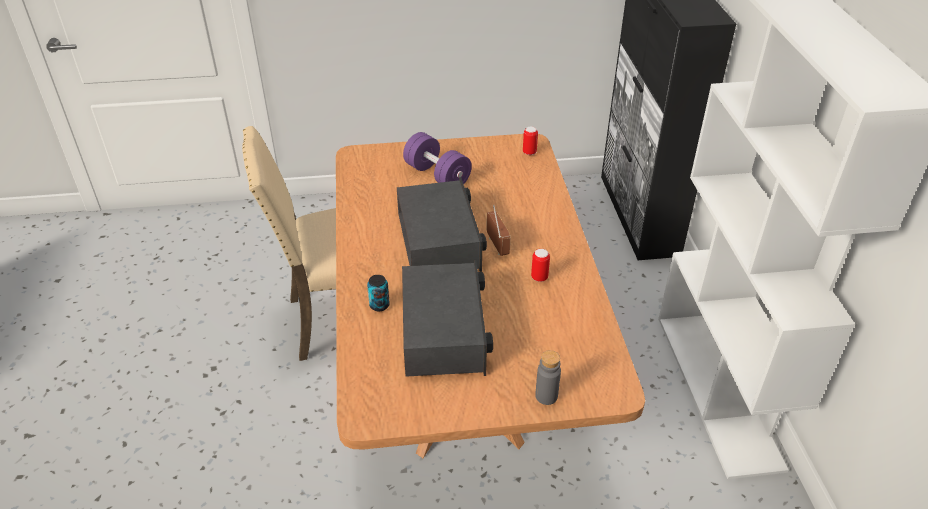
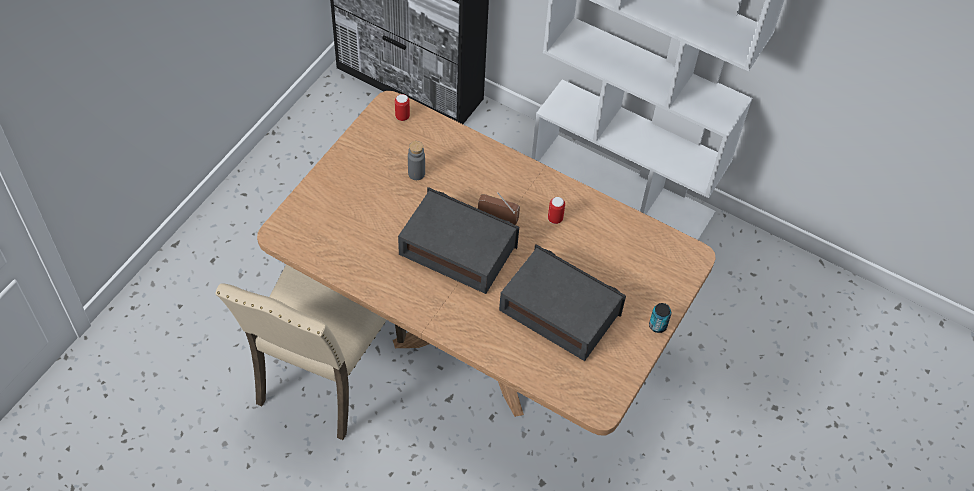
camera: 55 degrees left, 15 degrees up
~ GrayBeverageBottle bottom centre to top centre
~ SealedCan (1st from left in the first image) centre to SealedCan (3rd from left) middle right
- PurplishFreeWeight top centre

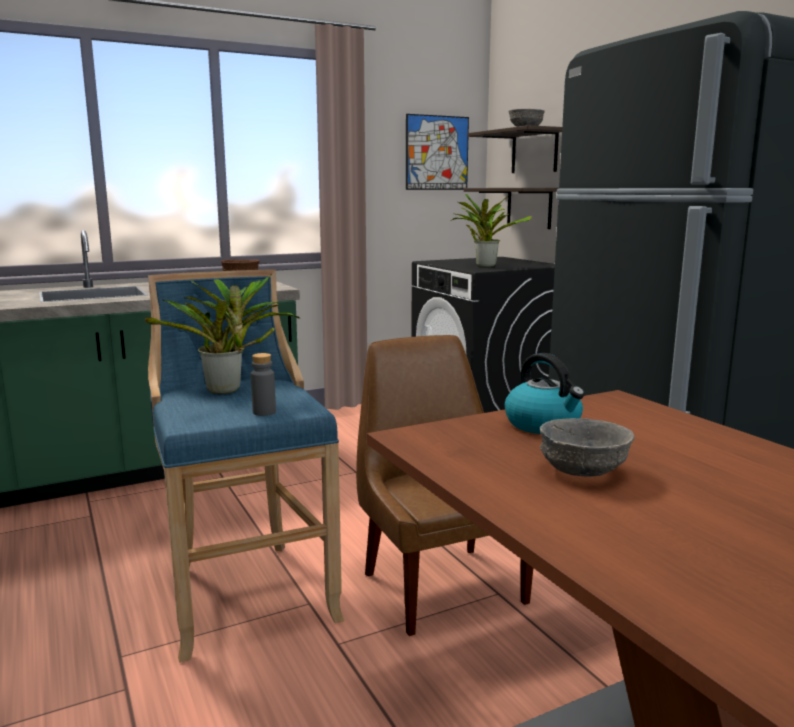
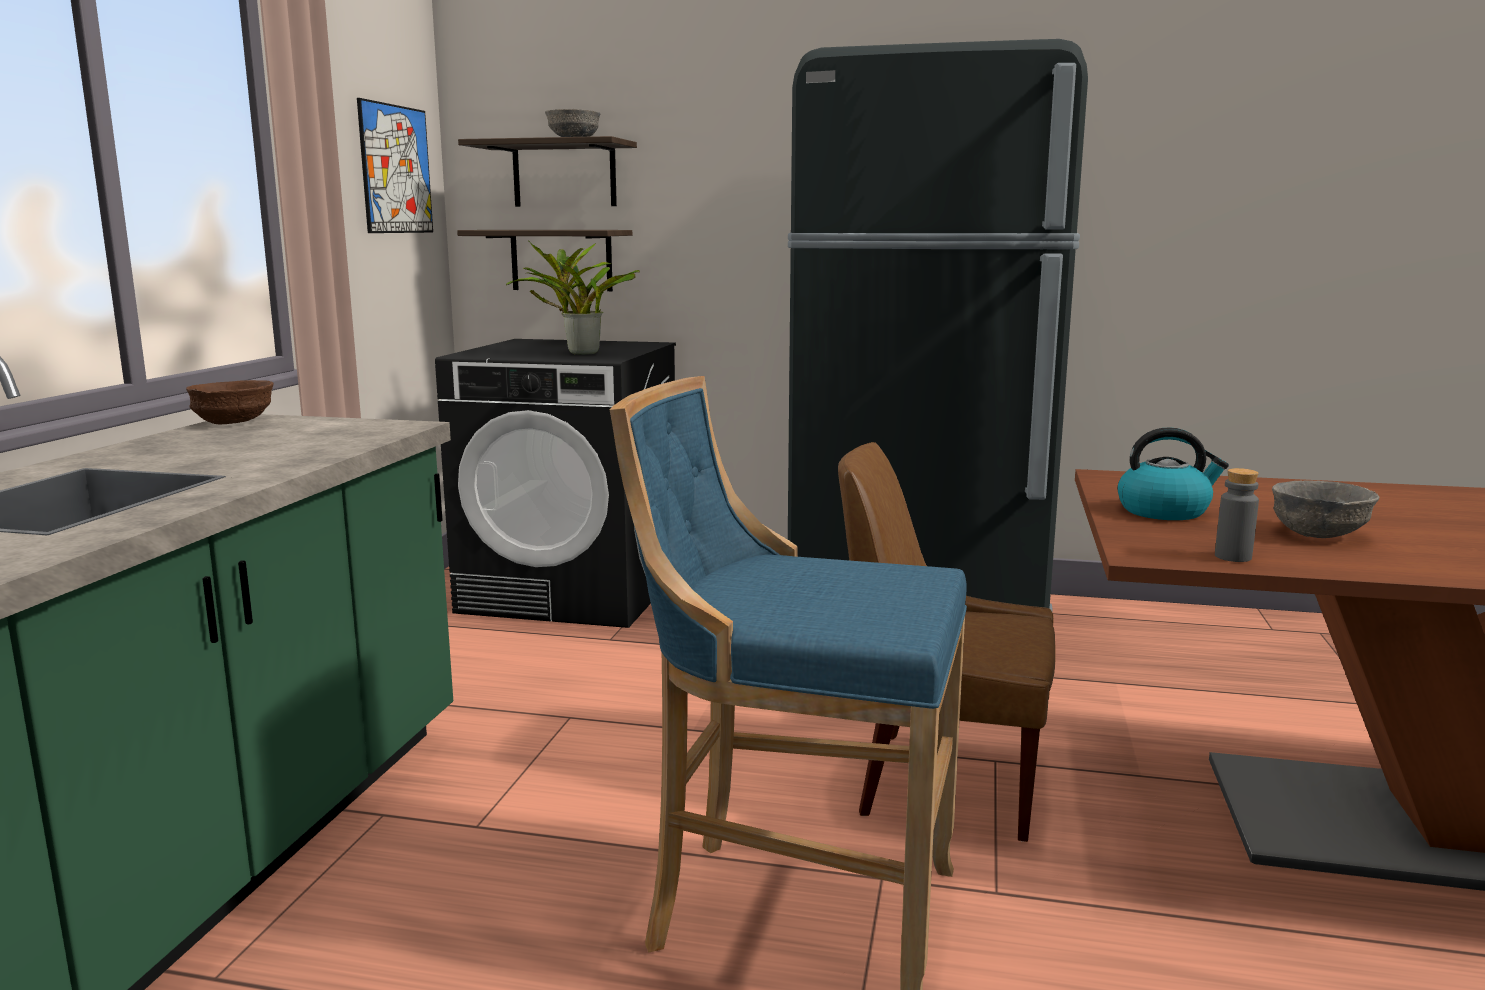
camera: 50 degrees left, 0 degrees up
~ GrayBeverageBottle middle left to middle right
- PottedPlant (1st from left) middle left

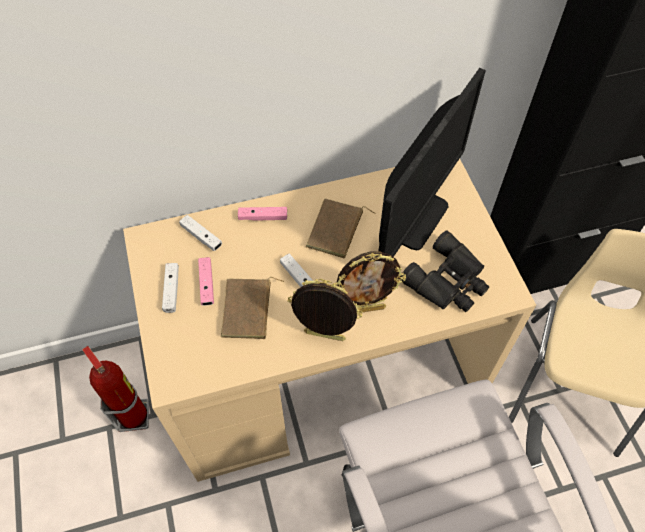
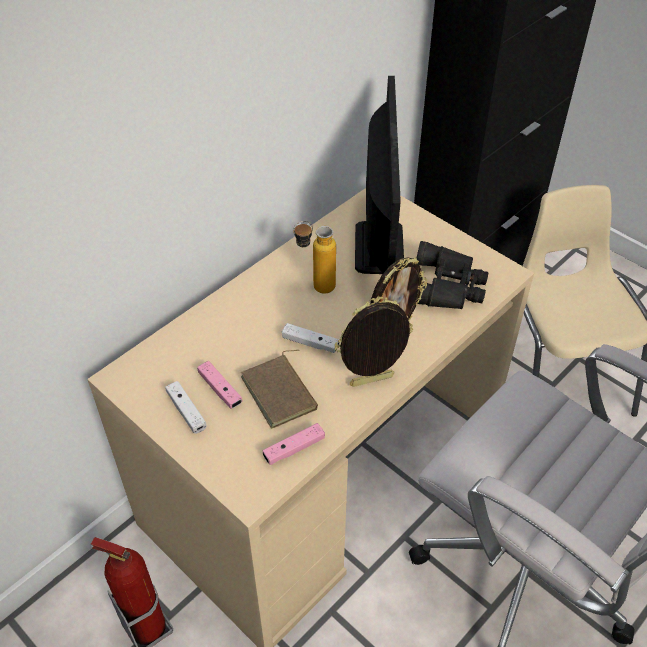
camera: 30 degrees left, 10 degrees down
~ PinkJoypad (2nd from left) centre to bottom centre
~ BrownishVolume (2nd from left) centre to BeverageBottle centre
- WhitishJoypad (2nd from left) middle left

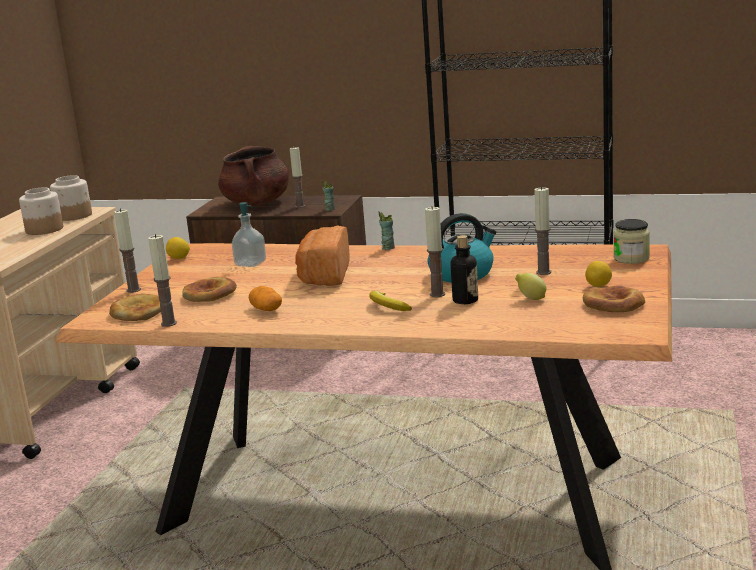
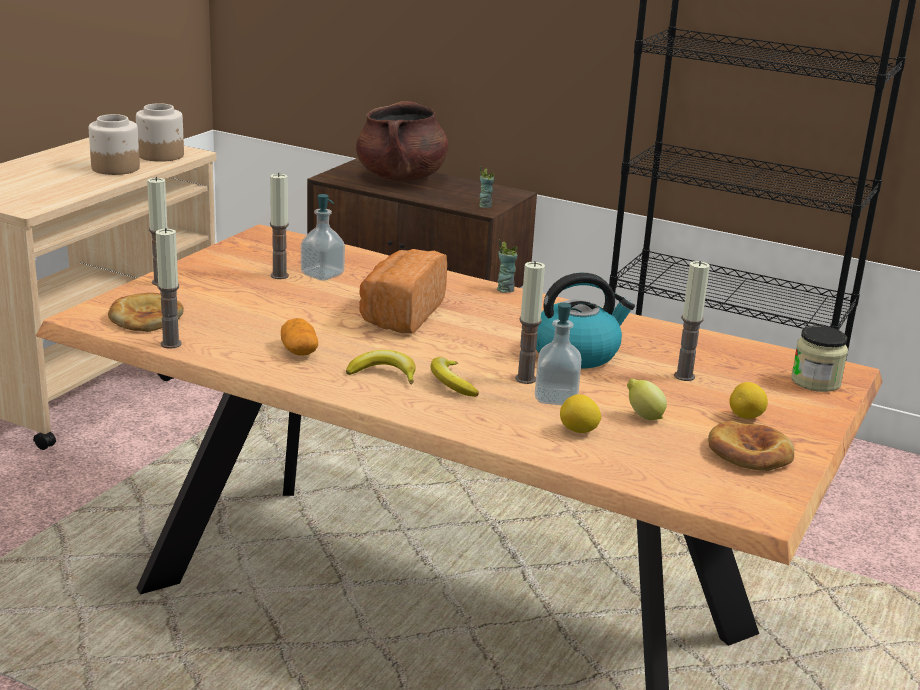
camera: 10 degrees right, 5 degrees up
~ WaxCandle (3rd from left) top centre to top left
+ BananaFruit (1st from left) centre
~ BeverageBottle centre to LiquidSoapBottle (2nd from left) centre
~ Lemon (1st from left) middle left to centre
- BakedBread (2nd from left) middle left

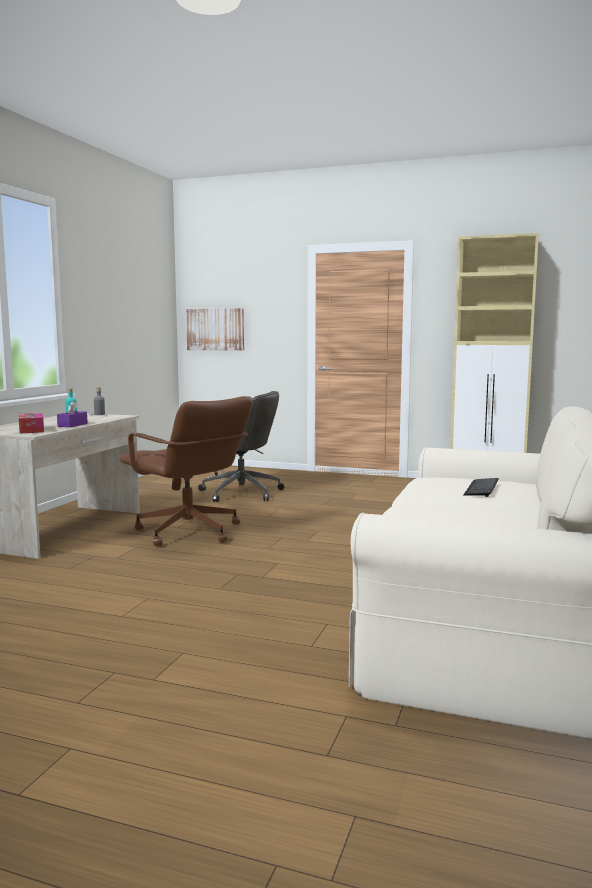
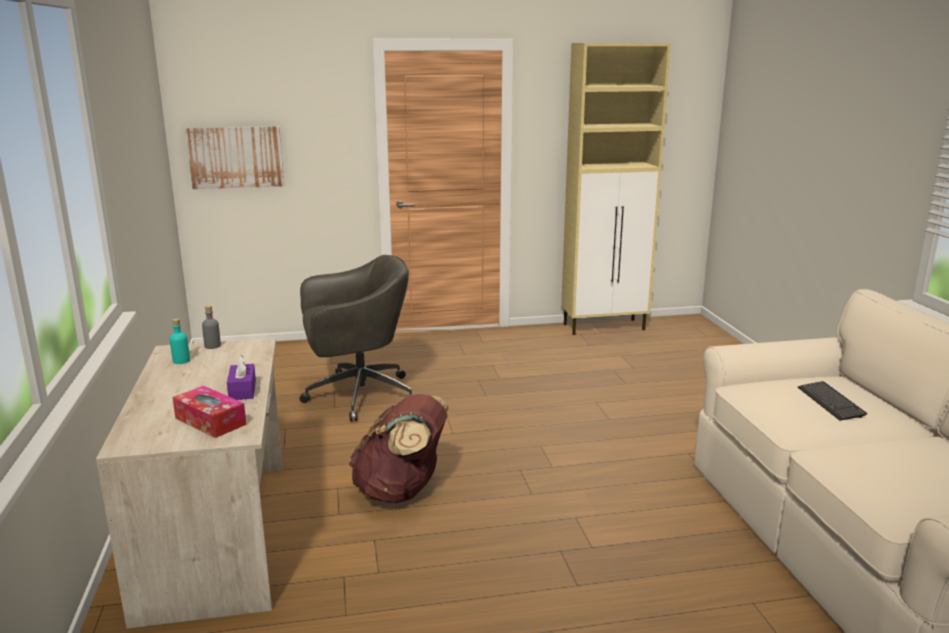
camera: 30 degrees left, 10 degrees up
~ BrownishOfficeChair middle left to BrownishBackpack bottom centre

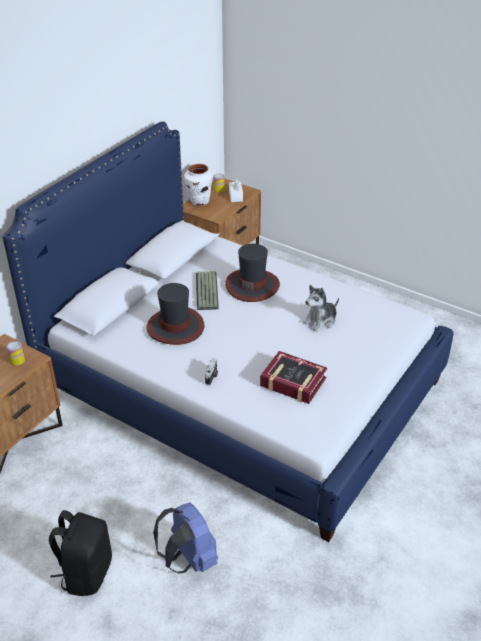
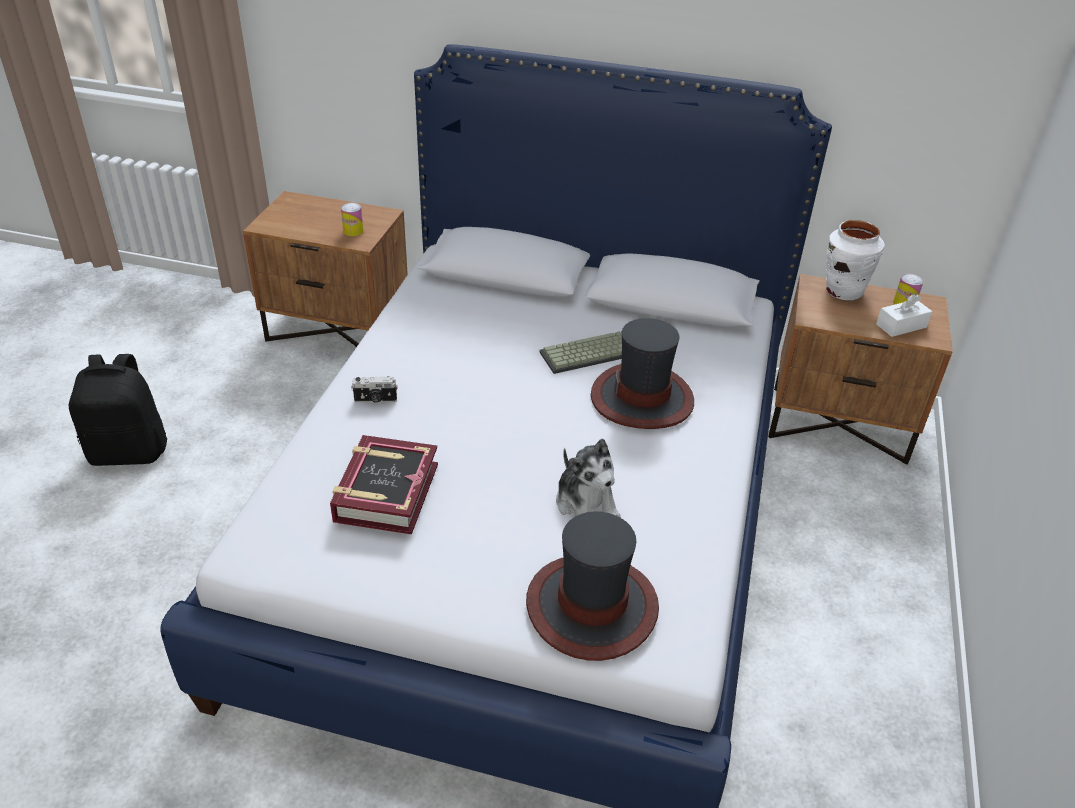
camera: 70 degrees right, 0 degrees up
~ ClothingHat (1st from left) centre to bottom centre
~ CuddlyToy middle right = centre 150 degrees counterclockwise
- BluishBackpack bottom centre

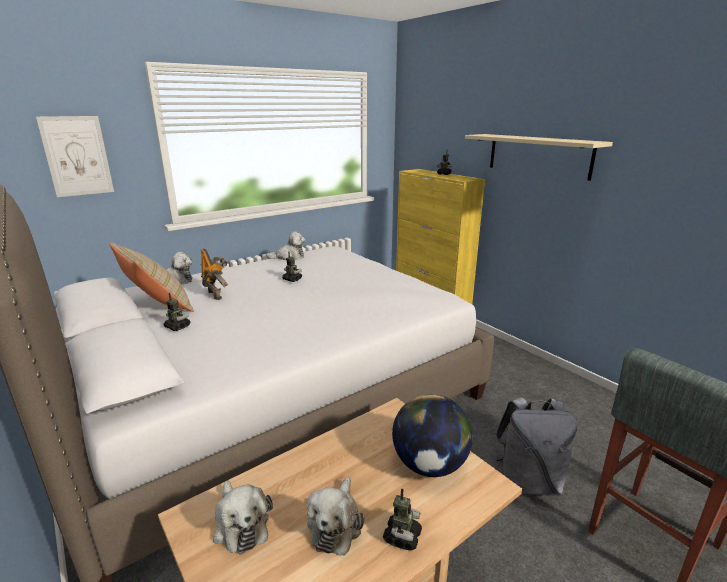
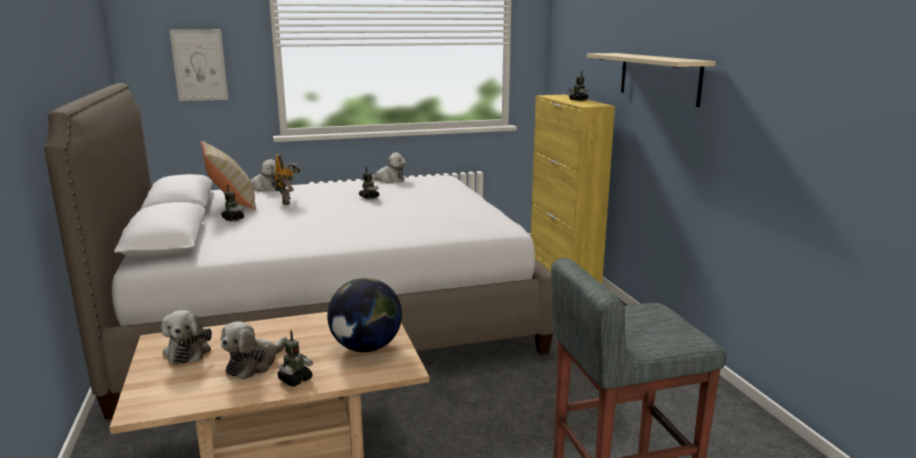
camera: 20 degrees right, 5 degrees down
- GrayBackpack bottom right

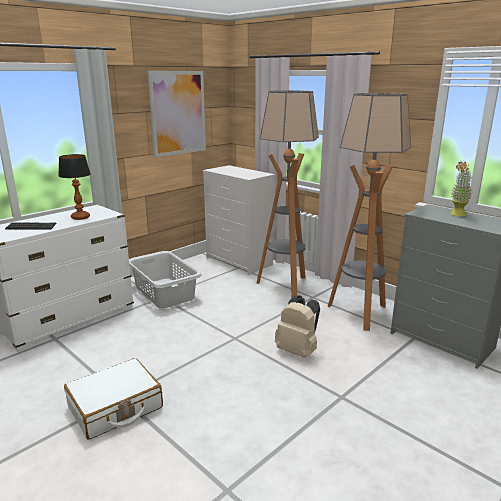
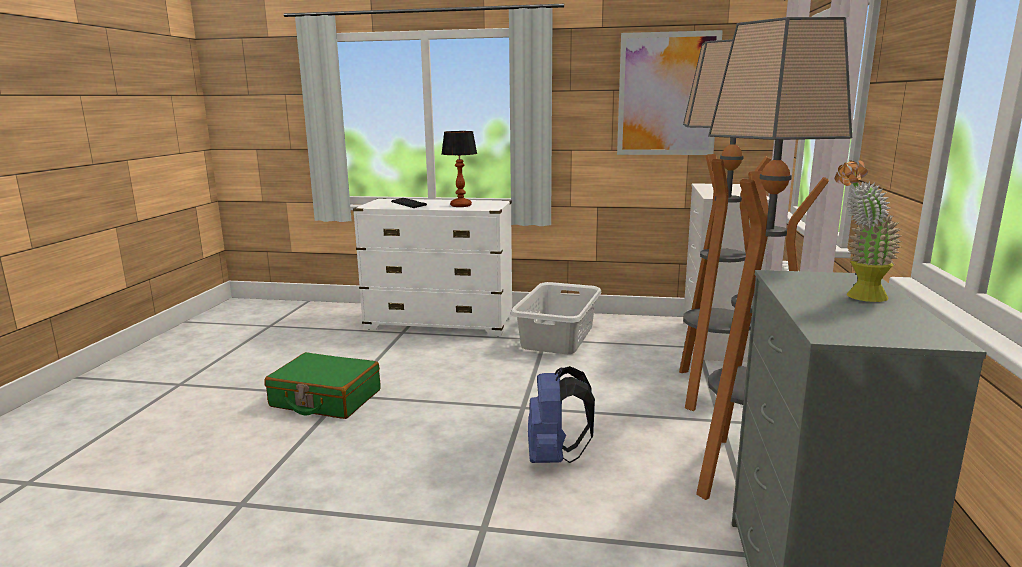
camera: 55 degrees right, 5 degrees down
~ WhitishSuitcase bottom left to GreenishSuitcase bottom left
~ SandColouredBackpack centre to BluishBackpack bottom centre

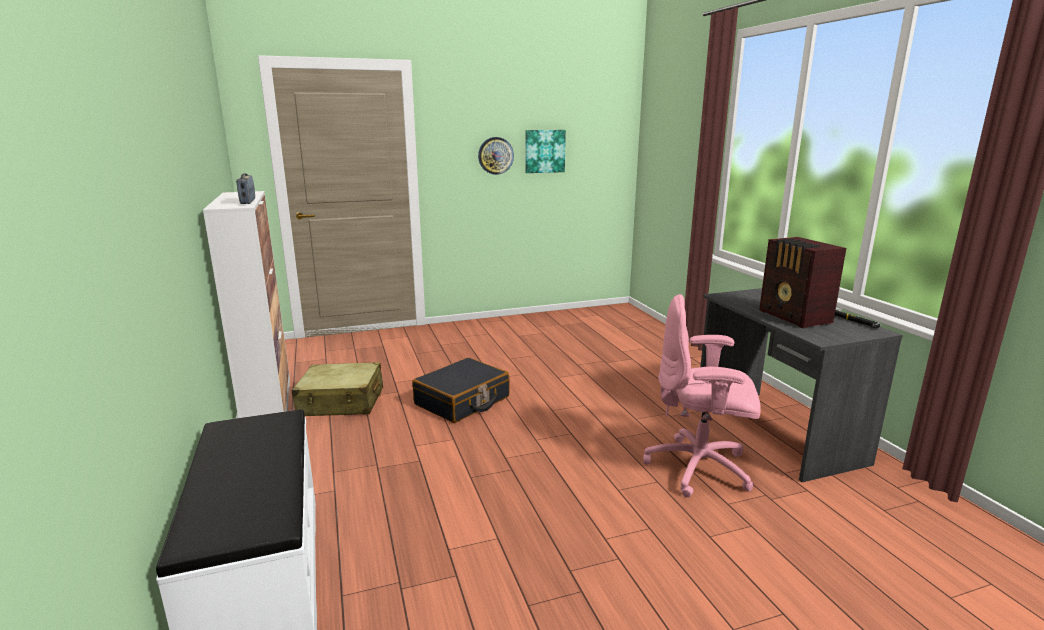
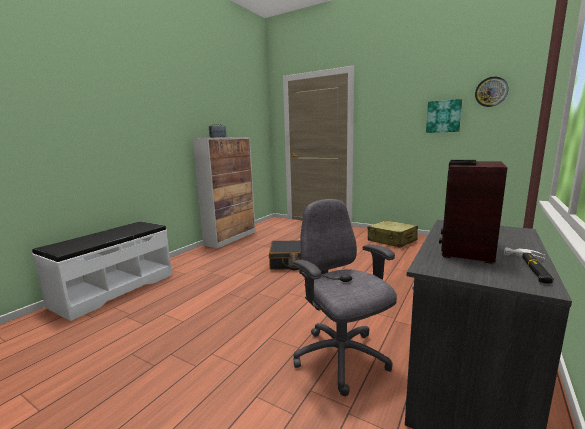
camera: 50 degrees right, 5 degrees down
~ PinkOfficeChair middle right to GrayOfficeChair bottom centre
~ SandColouredSuitcase middle left to middle right
~ ClockOnTheWall top centre to top right

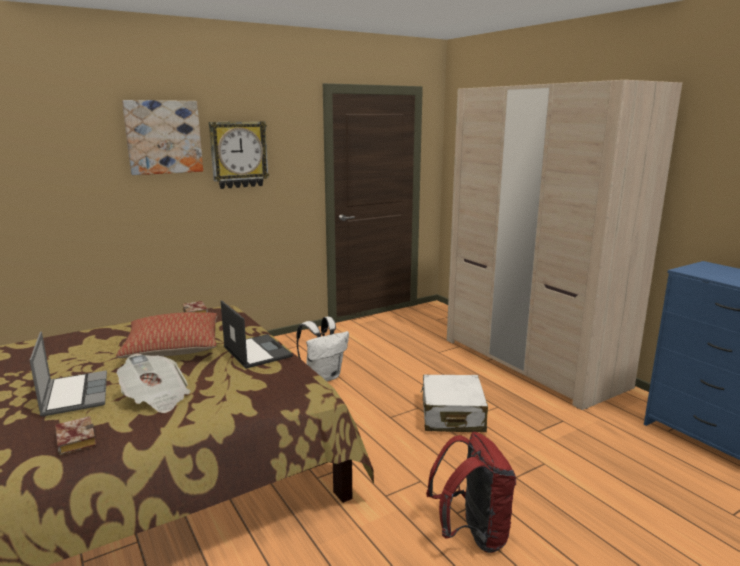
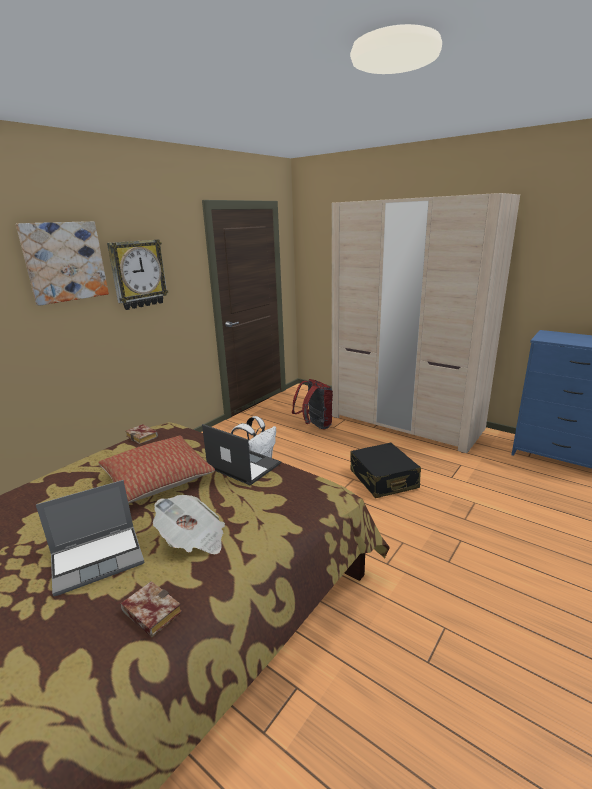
camera: 20 degrees left, 5 degrees up
~ NotebookComputer (1st from left) middle left = bottom left 105 degrees clockwise
~ RedColouredBackpack bottom centre to centre
~ WhitishSuitcase bottom centre to BlackishSuitcase centre

